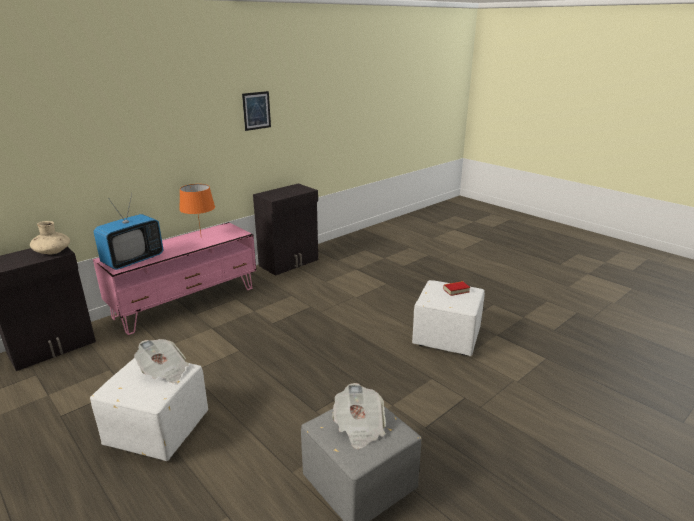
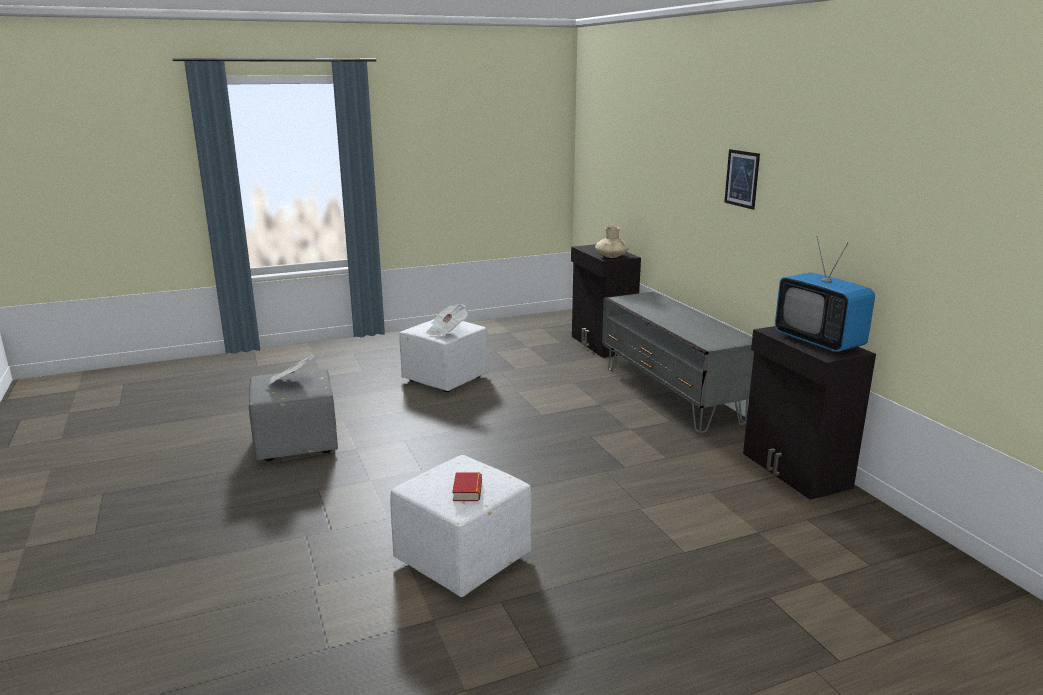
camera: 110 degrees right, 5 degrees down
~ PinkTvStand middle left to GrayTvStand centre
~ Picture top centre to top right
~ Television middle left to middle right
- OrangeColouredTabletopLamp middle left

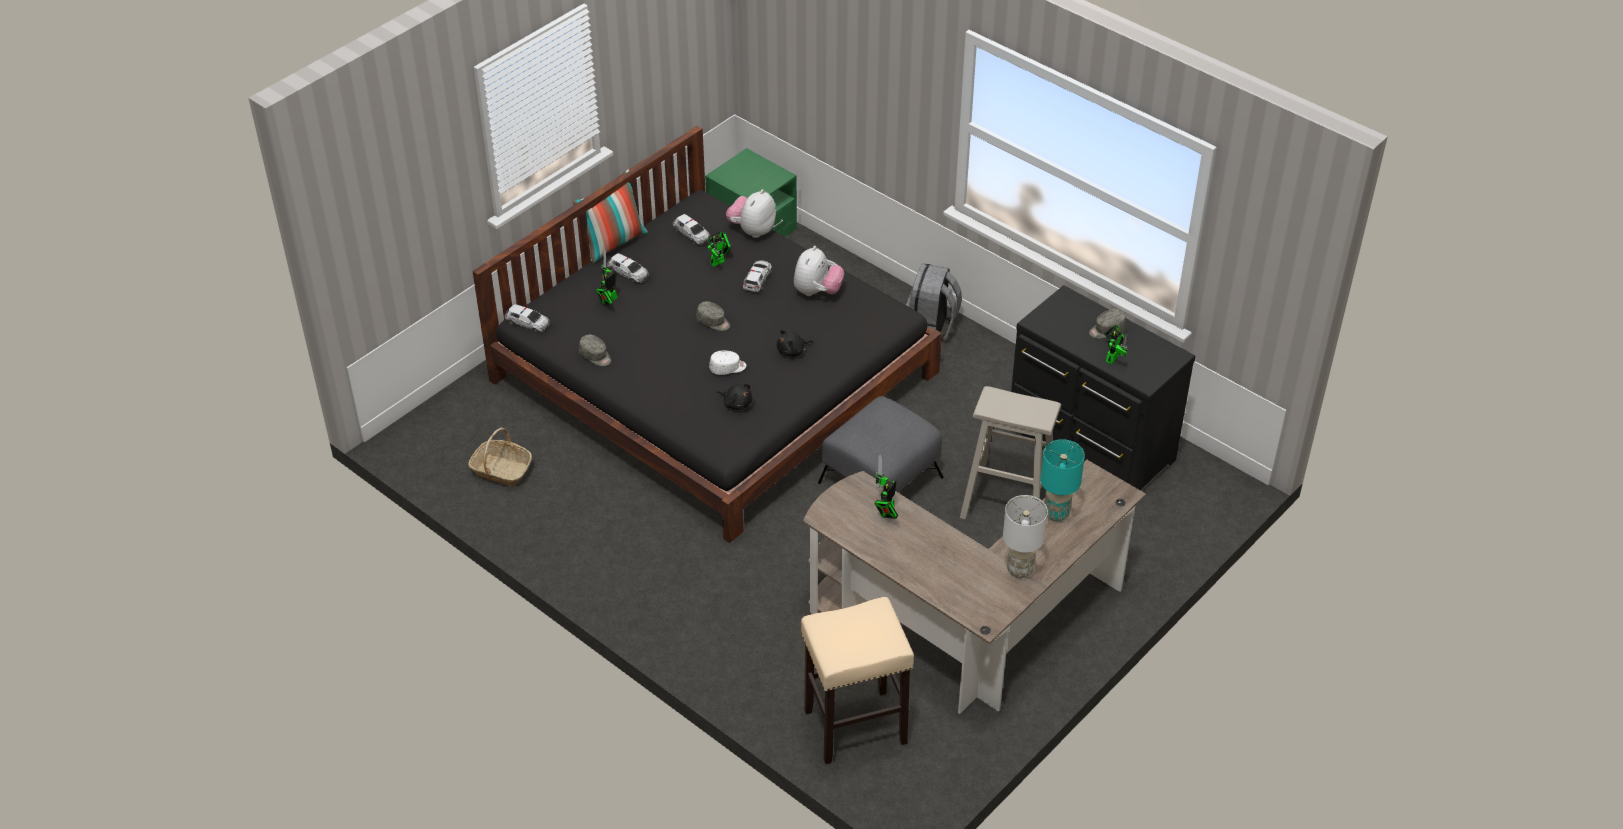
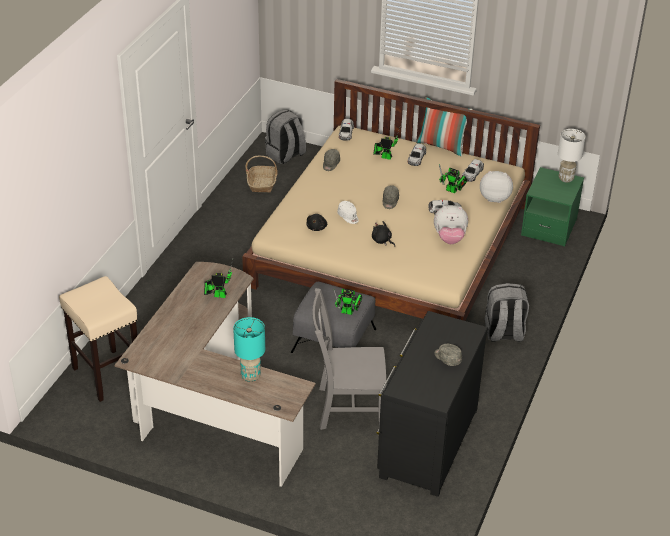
camera: 70 degrees right, 5 degrees down
~ BlackishBedroomBed centre to SandColouredBedroomBed centre
+ GrayBackpack (1st from left) top centre
~ SandColouredStoolSeat (2nd from left) centre to GrayChair bottom centre
~ RobotFigure (4th from left in the first image) middle right to RobotFigure (2nd from left) centre
~ WhitishTabletopLamp centre to top right

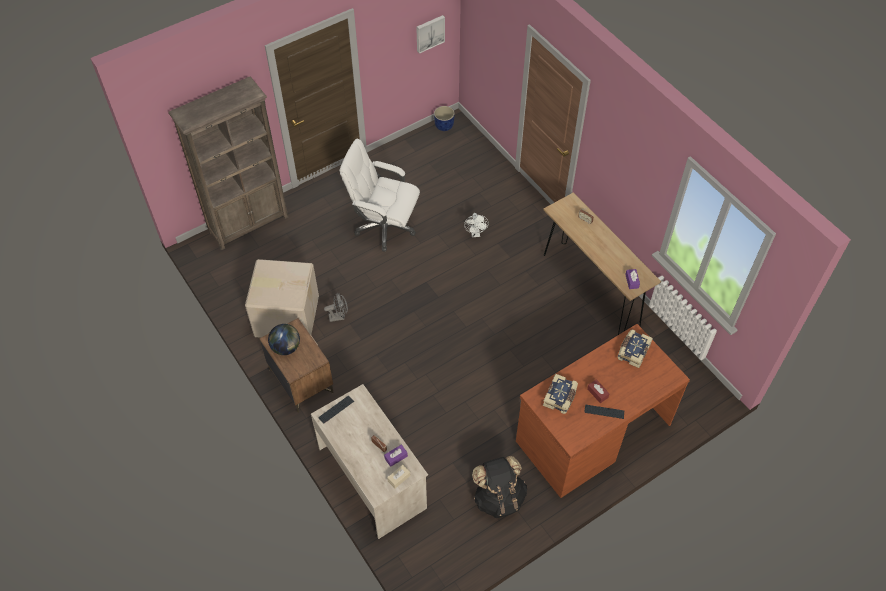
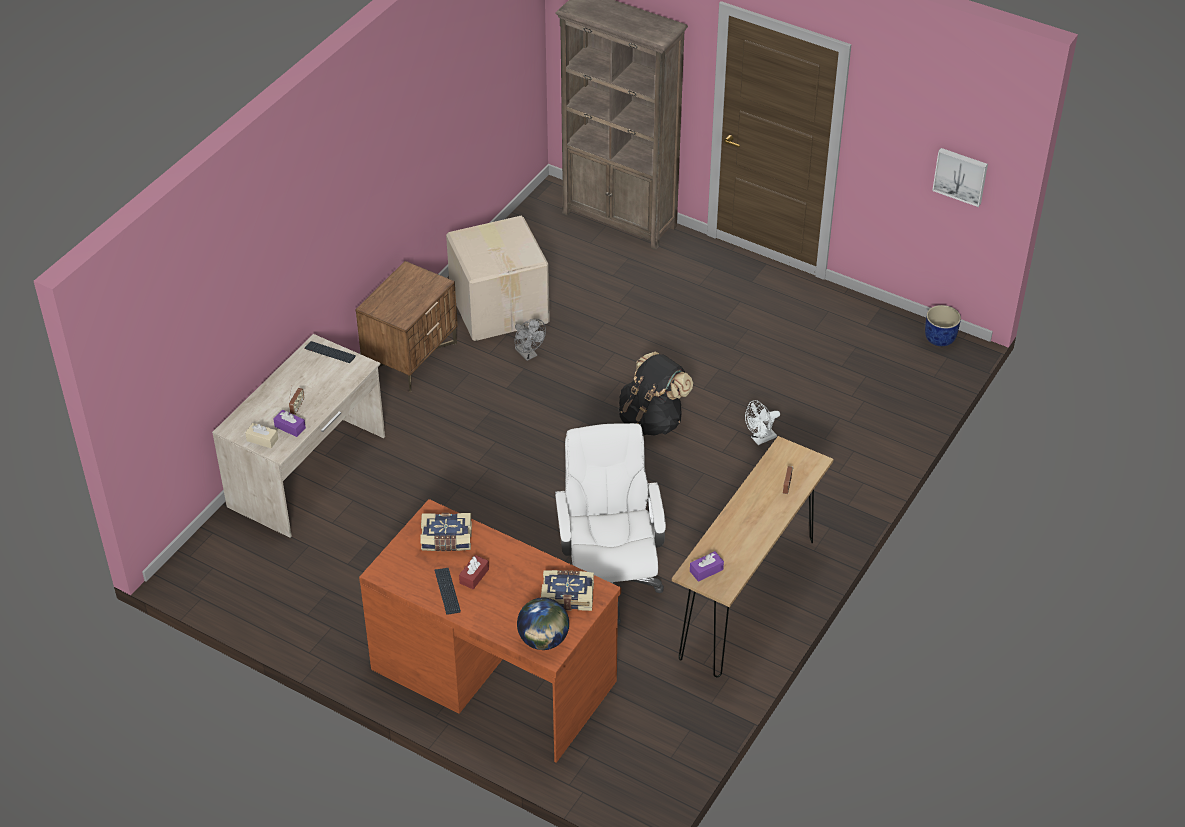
camera: 65 degrees right, 10 degrees down
~ DeskGlobe middle left to bottom centre
~ WhitishOfficeChair top centre to centre
~ BlackishBackpack bottom centre to centre

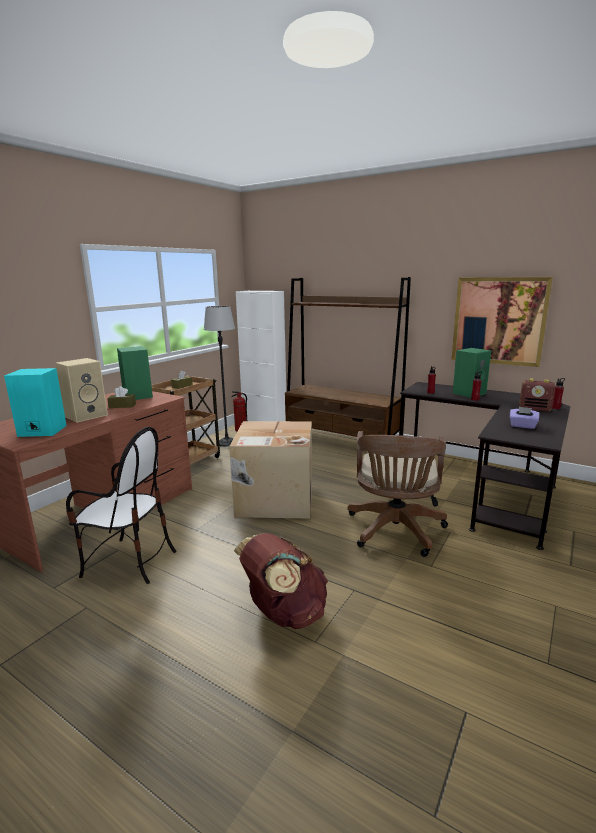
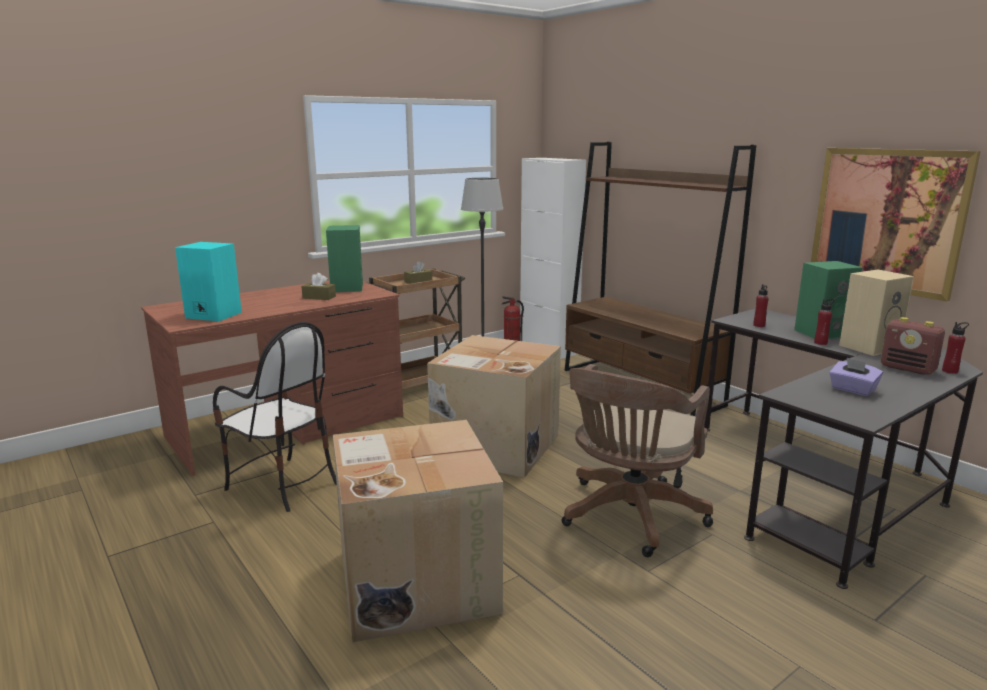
camera: 20 degrees right, 0 degrees up
~ BrownishBackpack bottom centre to PackingBox (1st from left) bottom centre
~ SandColouredLoudspeaker middle left to middle right

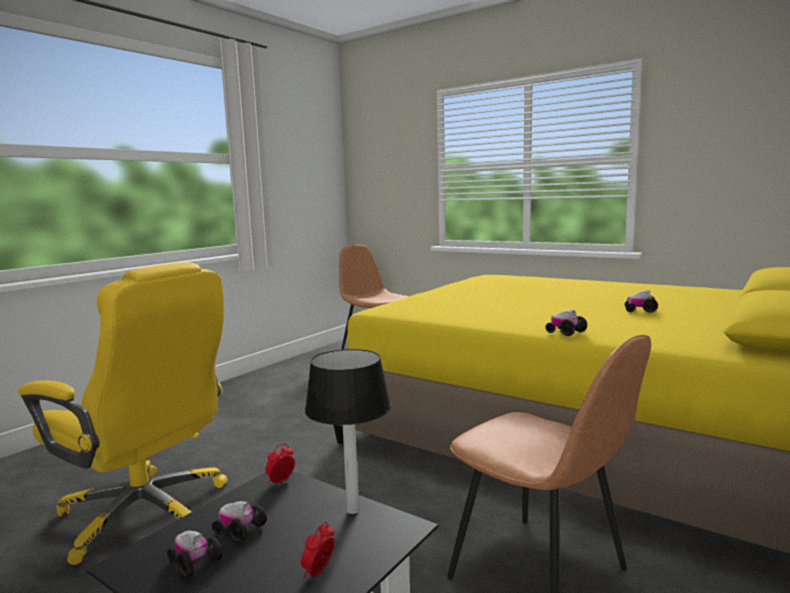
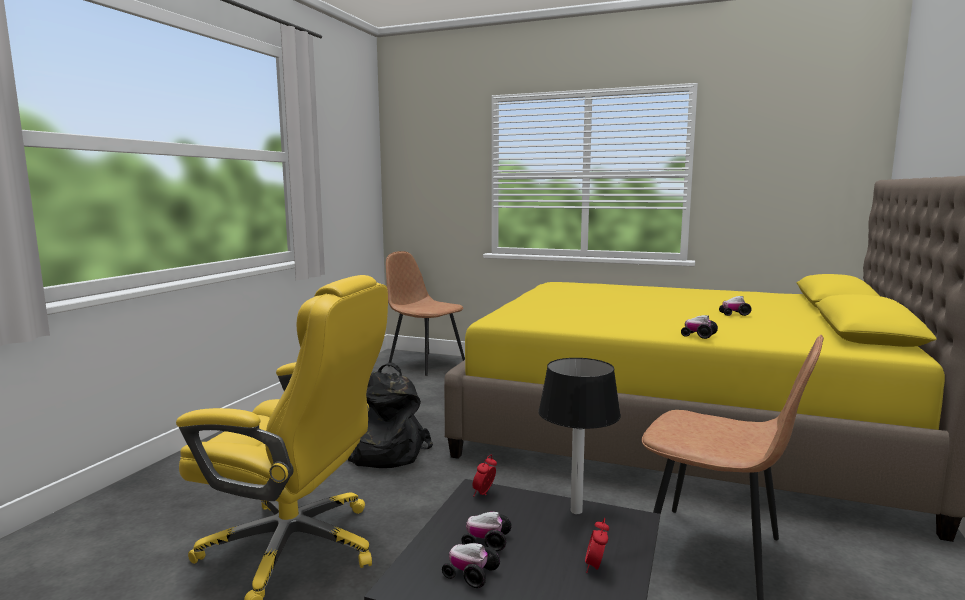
camera: 15 degrees left, 0 degrees up
+ BlackishBackpack bottom centre

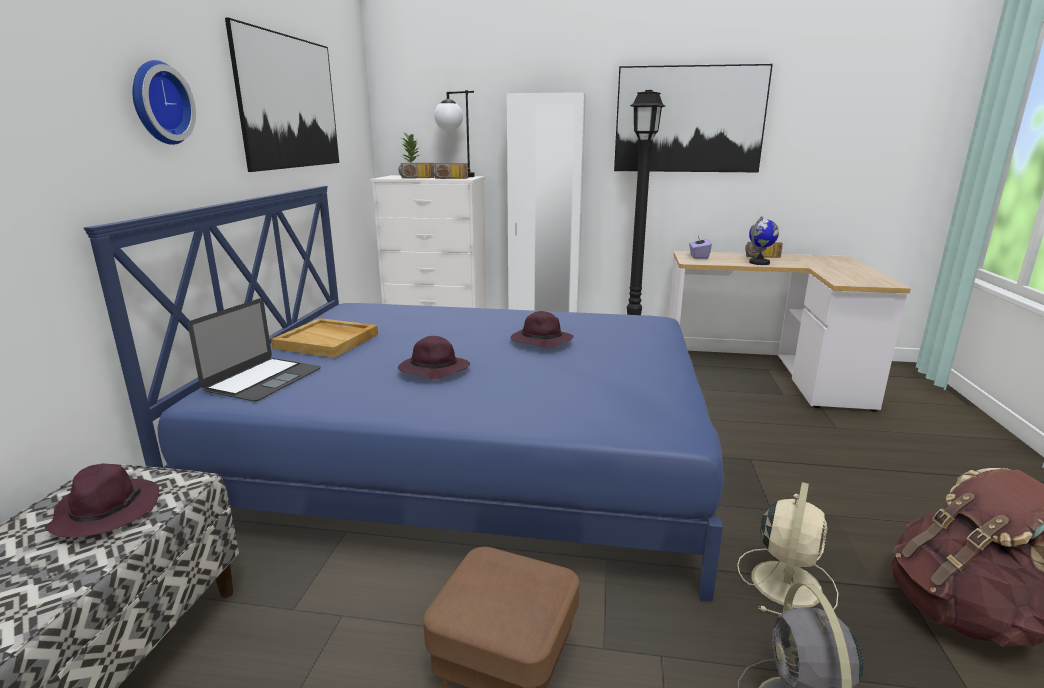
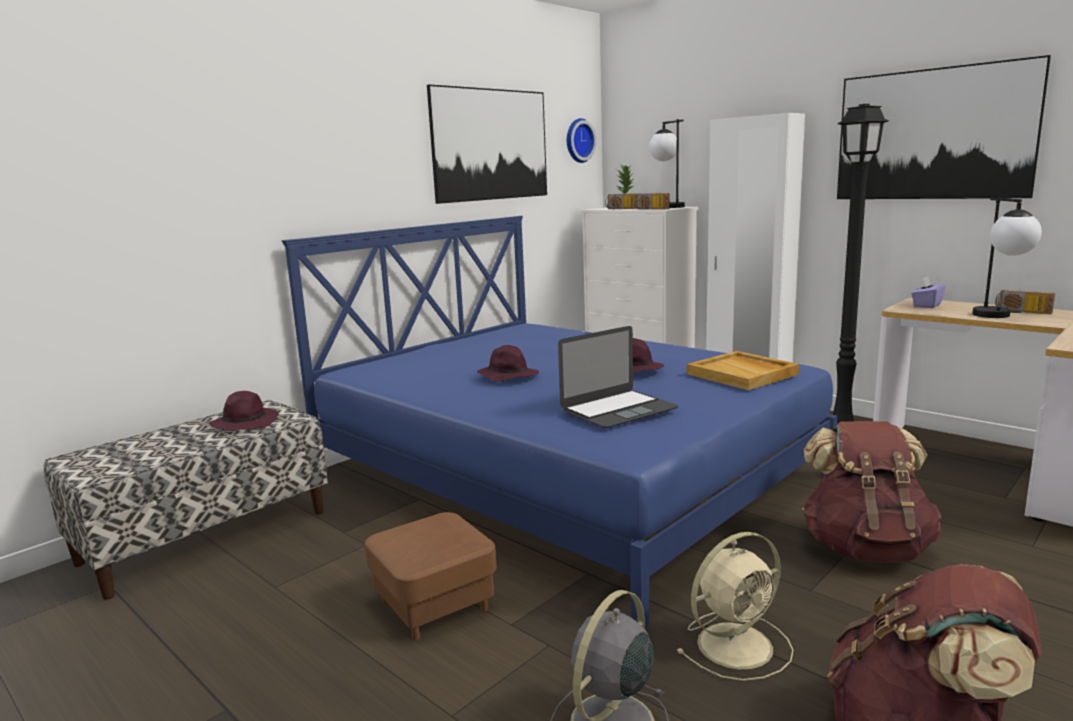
camera: 35 degrees right, 5 degrees down
~ NotebookComputer middle left to centre
~ ClockOnTheWall top left to top centre
~ SandColouredServingTray middle left to middle right
+ BrownishBackpack (1st from left) bottom right
~ DeskGlobe middle right to TabletopLamp (2nd from left) middle right

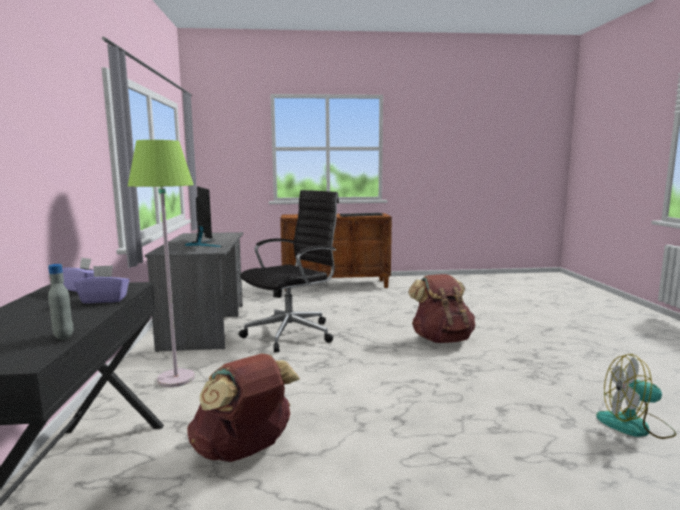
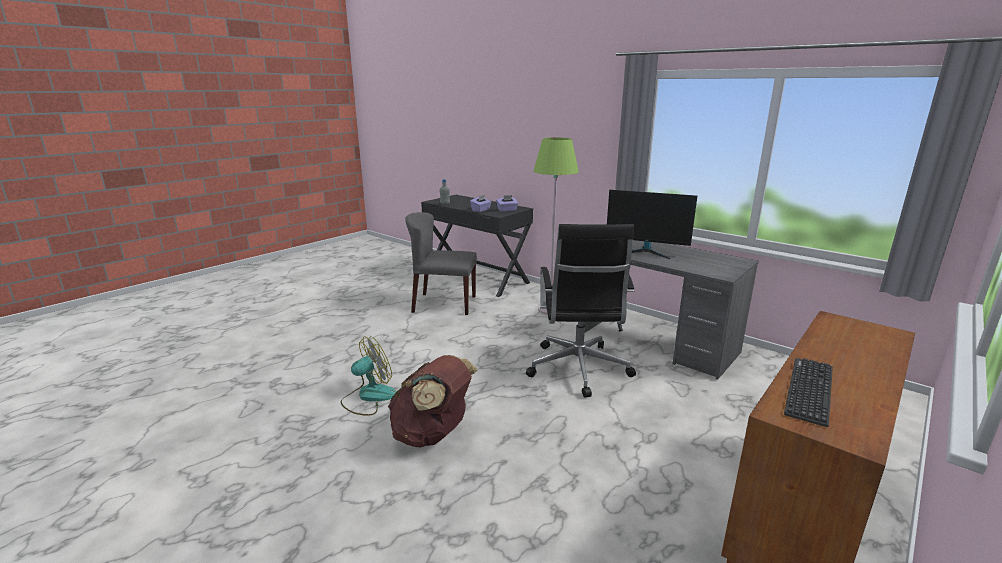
camera: 135 degrees right, 10 degrees up
~ ElectricFan bottom right to bottom centre
~ BrownishBackpack (1st from left) bottom centre to GrayChair centre

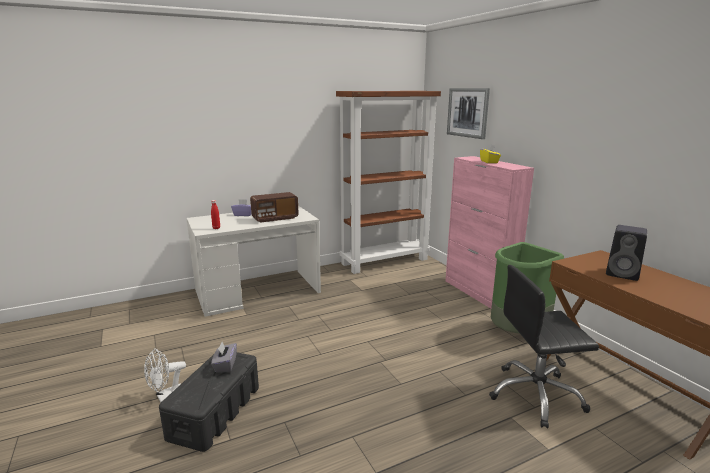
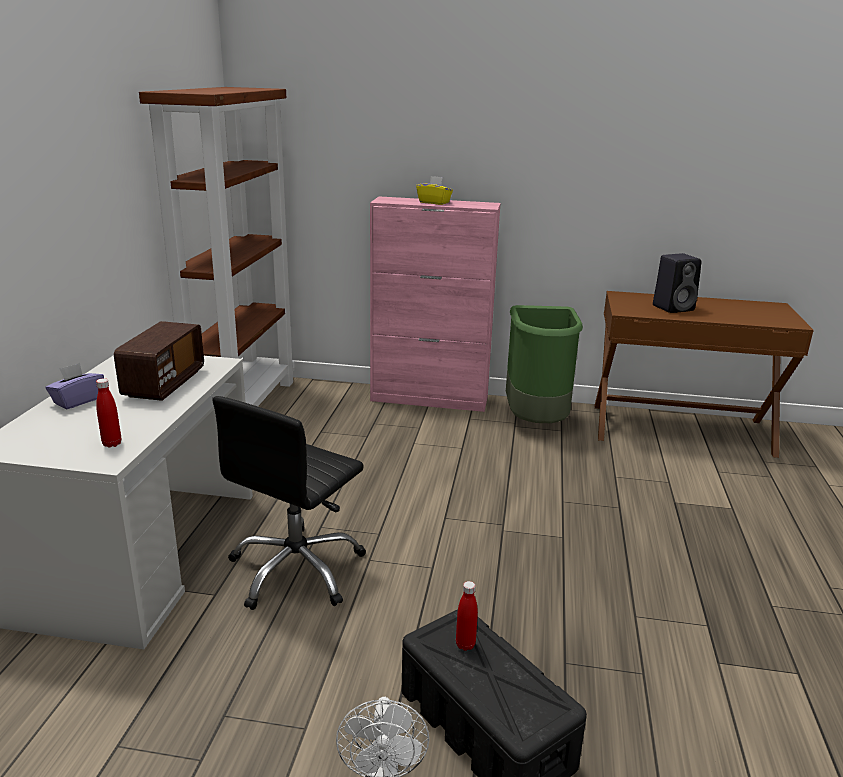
camera: 55 degrees left, 5 degrees up
~ BlackishOfficeChair bottom right to centre
~ GrayBoxOfTissues bottom left to RedColouredBeverageBottle (2nd from left) bottom centre
- Picture top centre

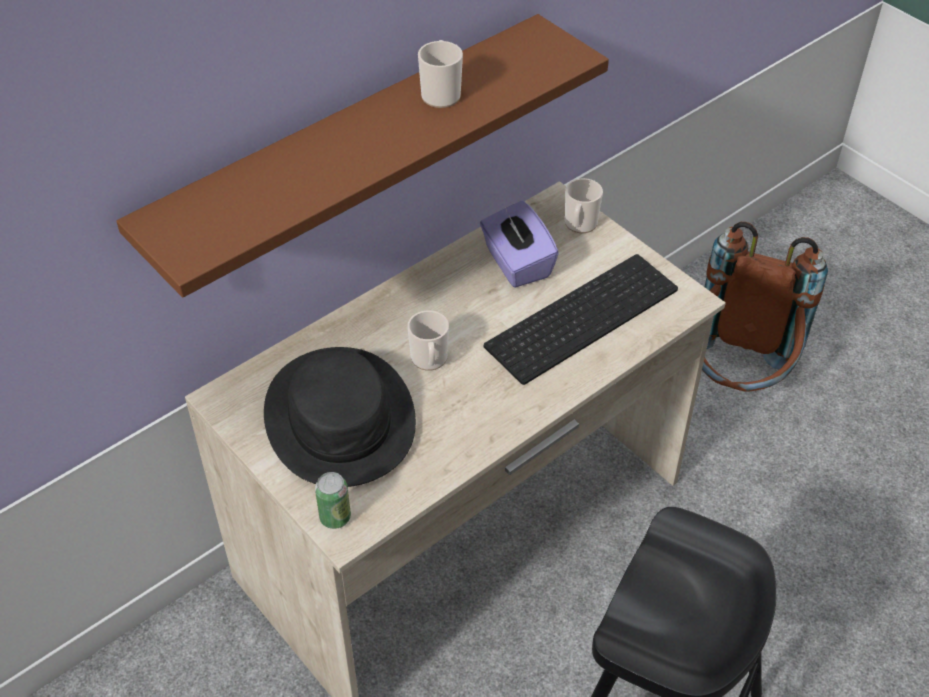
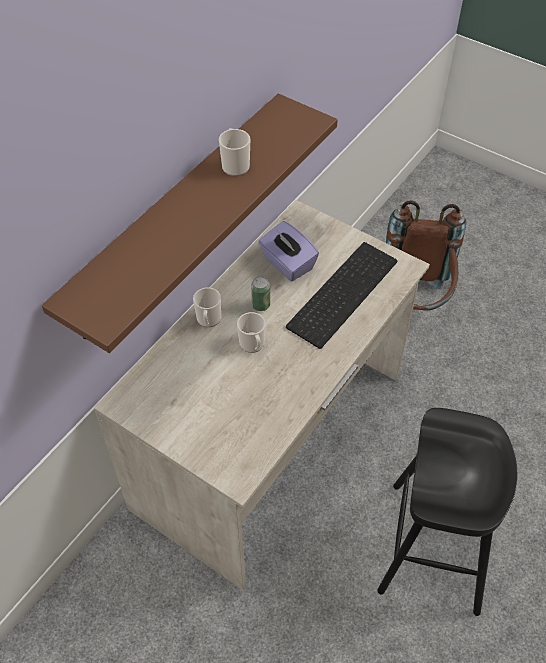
camera: 15 degrees left, 5 degrees up
~ TeaMug (3rd from left in the first image) top centre to TeaMug (1st from left) centre
~ SealedCan bottom centre to centre
- BlackishClothingHat centre

